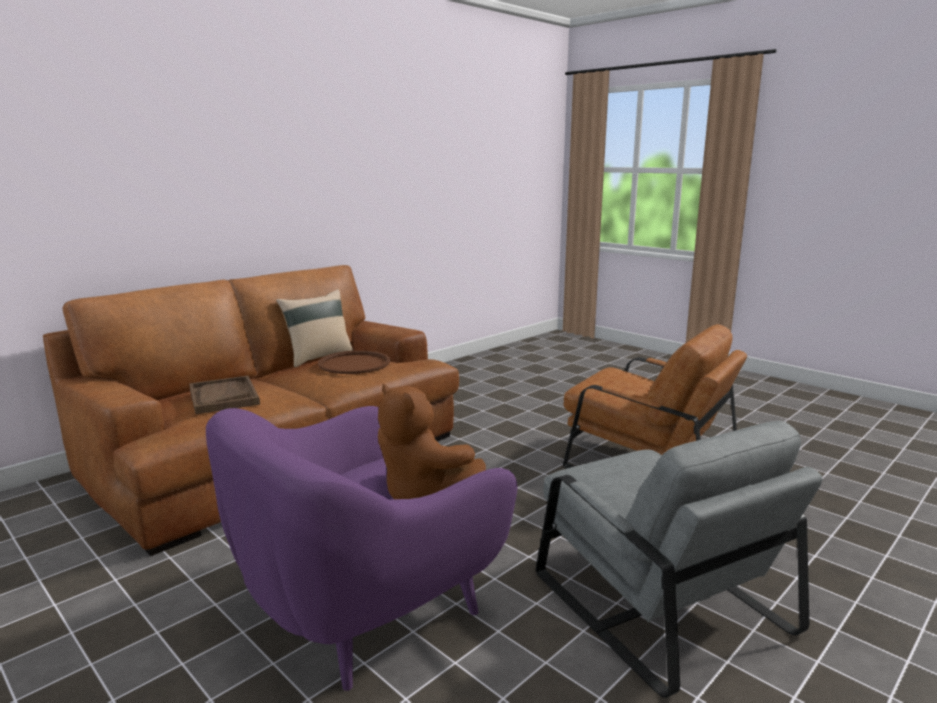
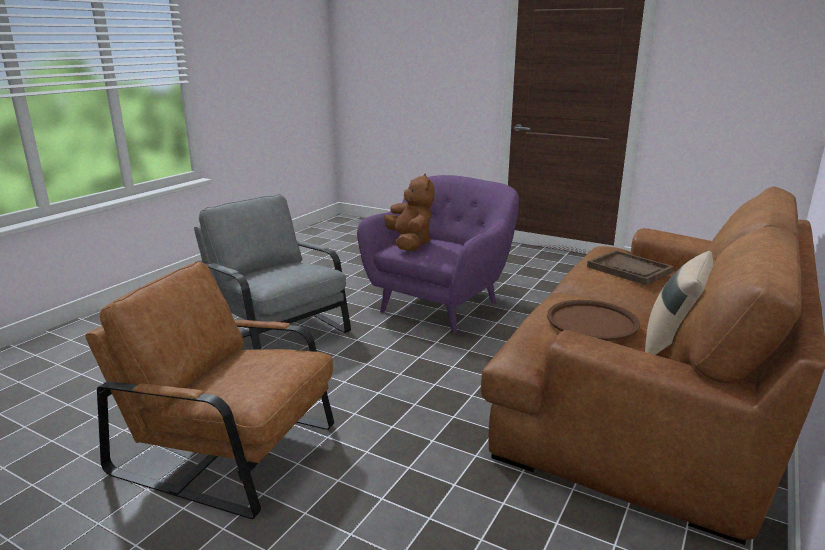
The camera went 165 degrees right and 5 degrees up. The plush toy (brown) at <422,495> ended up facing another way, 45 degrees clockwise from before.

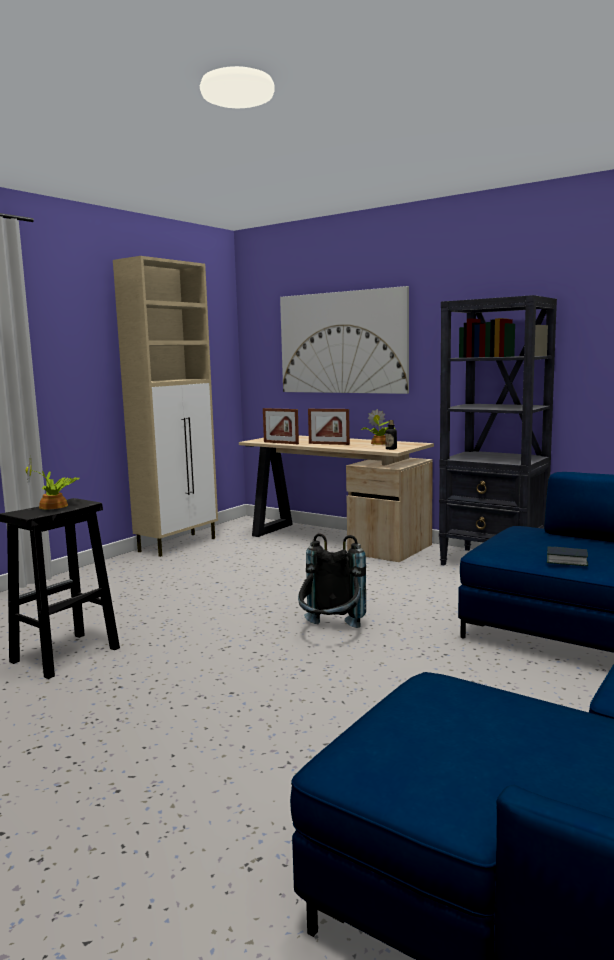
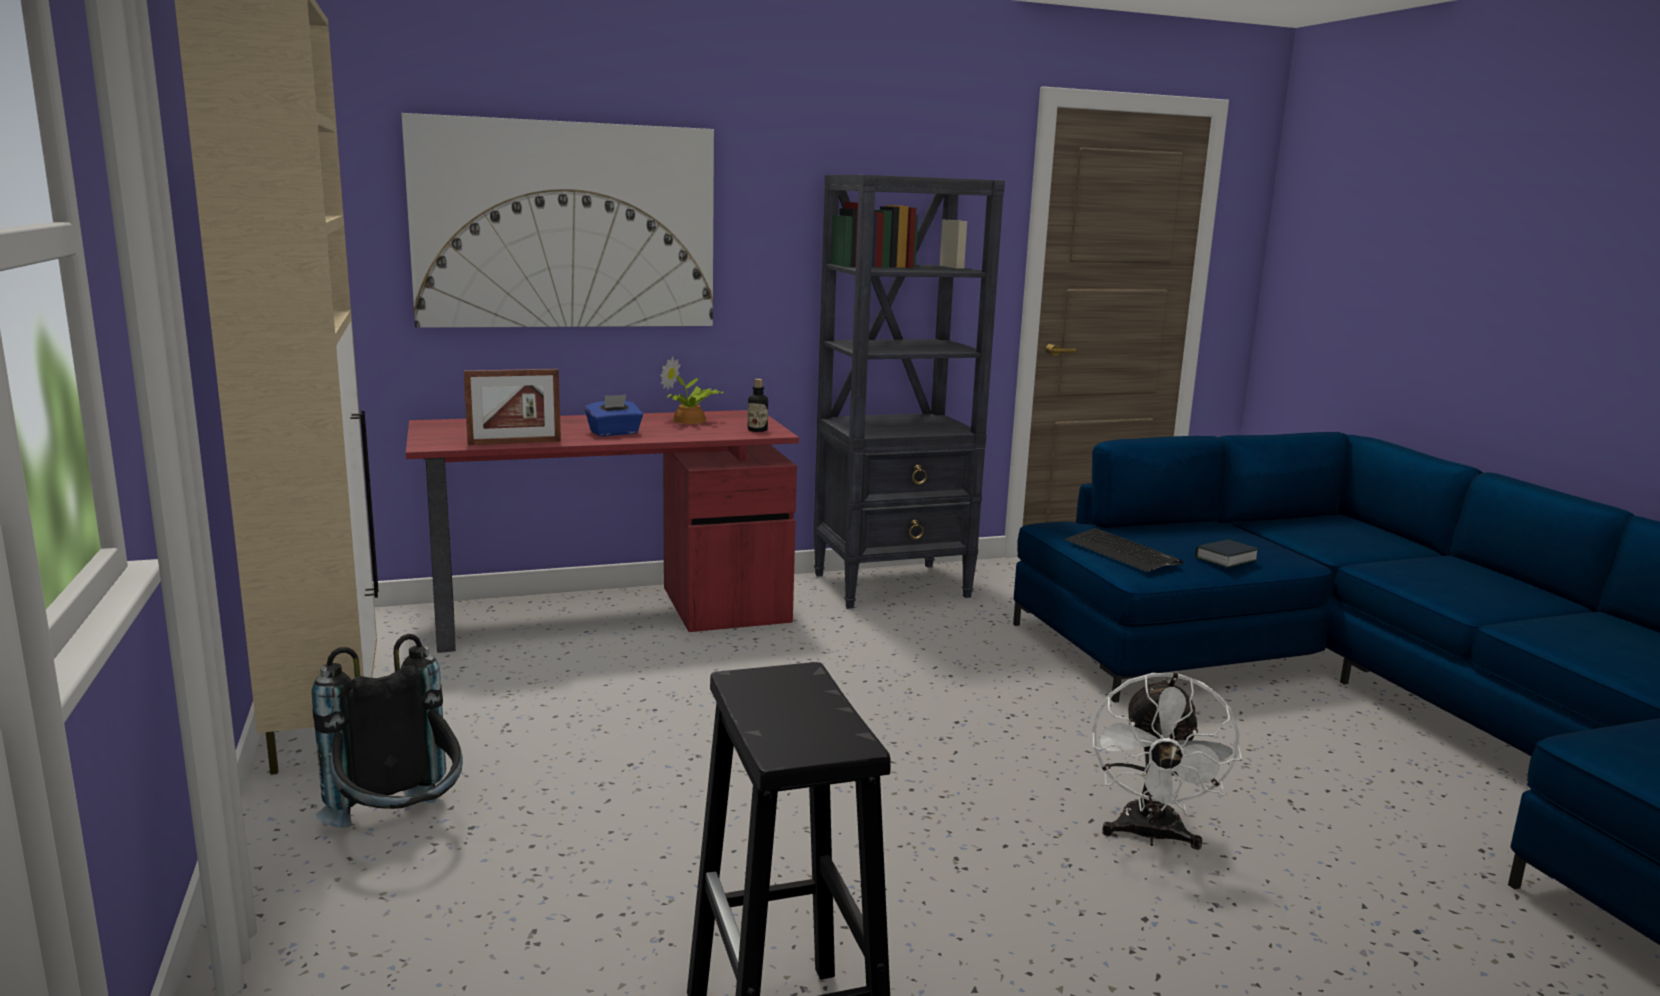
The camera went 55 degrees left and 5 degrees up. Where the picture frame stood at <329,444>, the tissue box (blue) came to stand at <614,433>. What was the desk (beige) at <335,540> turned into the desk (red) at <606,614>. The second view lost the potted plant at <55,506>. The backpack (black) ended up elsewhere, having gone from <331,633> to <400,830>. The second view gained the keyboard at <1122,552>. The second view gained the fan (white) at <1150,836>.

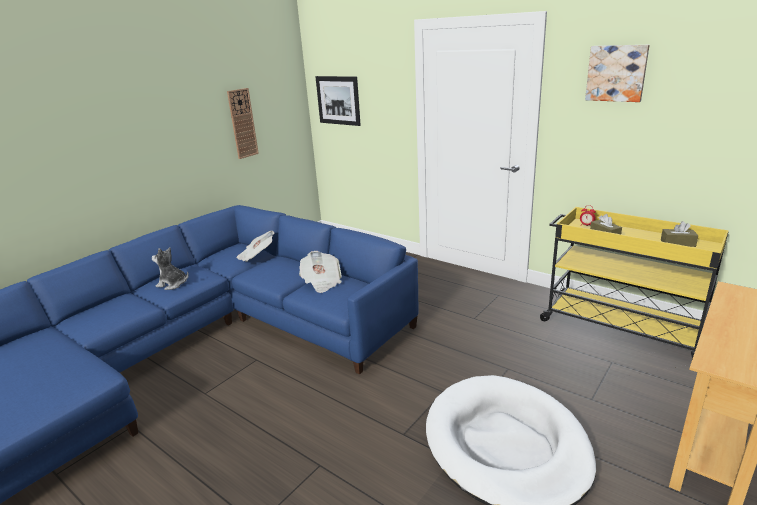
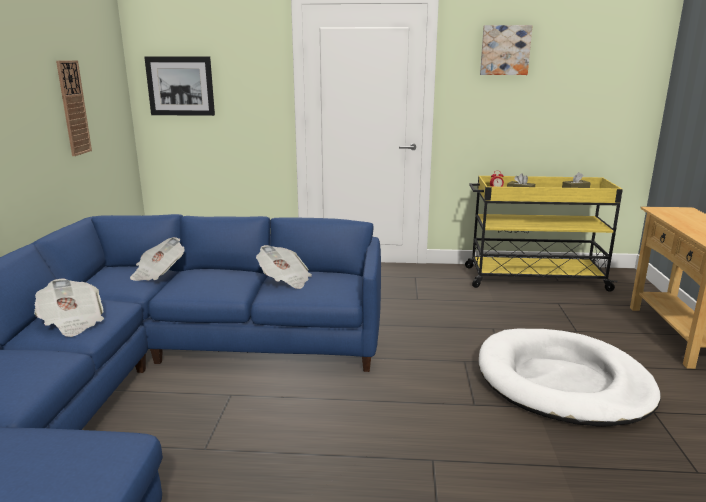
The camera went 35 degrees left and 5 degrees down. Where the plush toy stood at <173,284>, the newspaper came to stand at <72,322>.

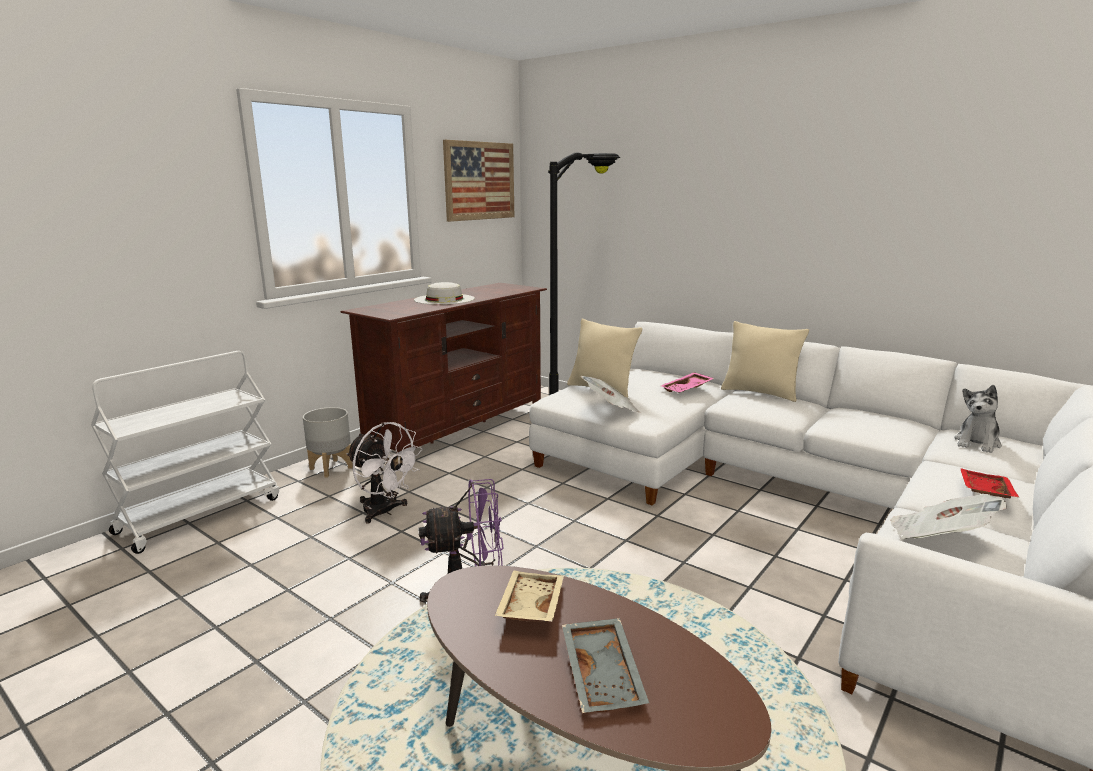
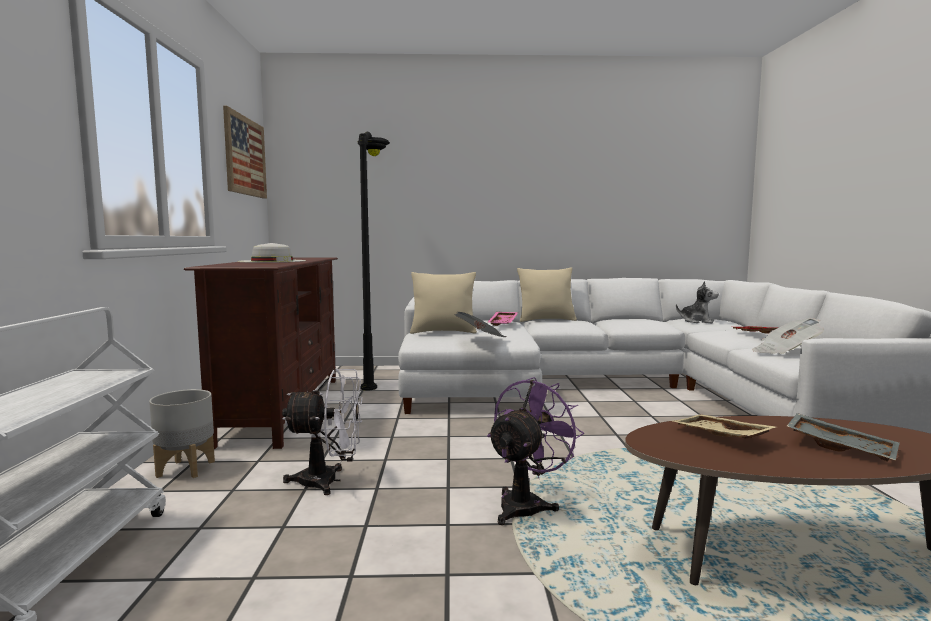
The camera went 40 degrees left and 10 degrees down. The plush toy at <977,443> ended up facing another way, 60 degrees counterclockwise from before.

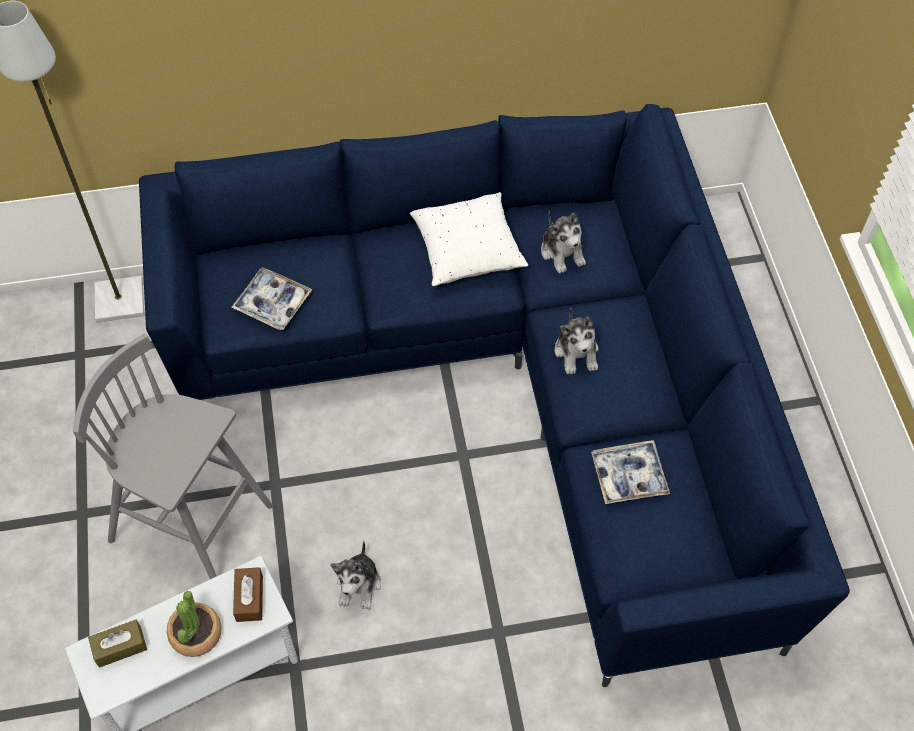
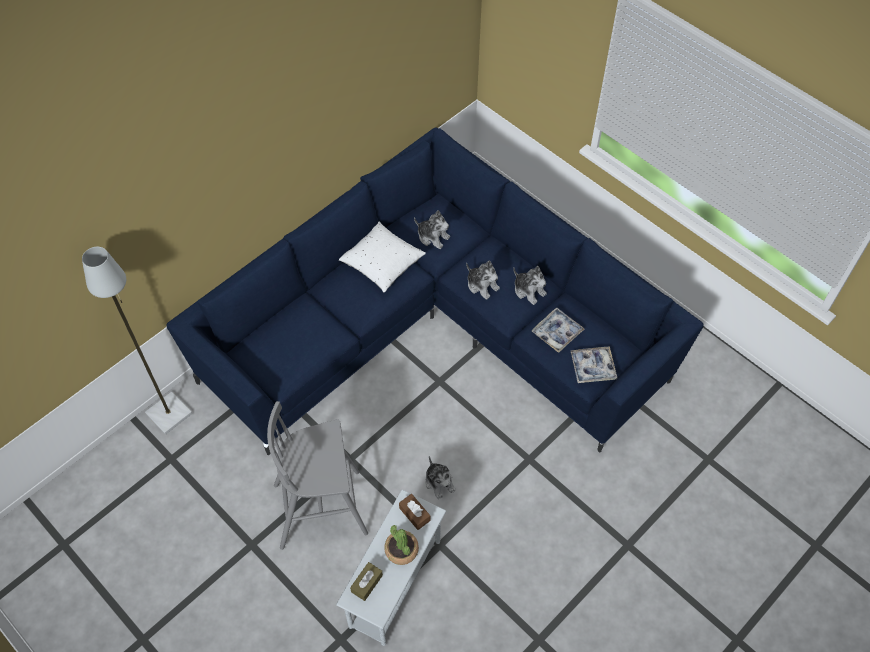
The camera went 35 degrees left and 0 degrees up. The tray ended up elsewhere, having gone from <272,303> to <592,367>. The second view gained the plush toy at <529,290>.

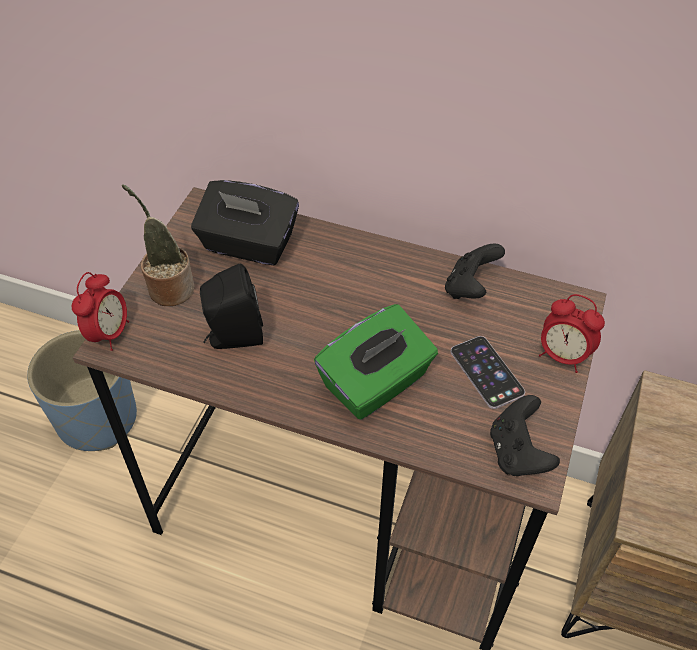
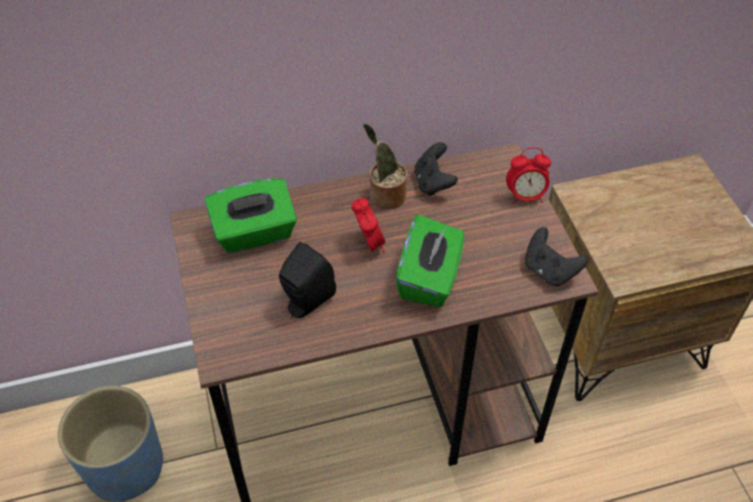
The camera went 35 degrees left and 0 degrees up. What was the tissue box (black) at <248,245> turned into the tissue box (green) at <255,233>. The potted plant ended up elsewhere, having gone from <168,288> to <385,196>. The alarm clock ended up elsewhere, having gone from <109,333> to <369,244>. The second view lost the phone at <486,372>.

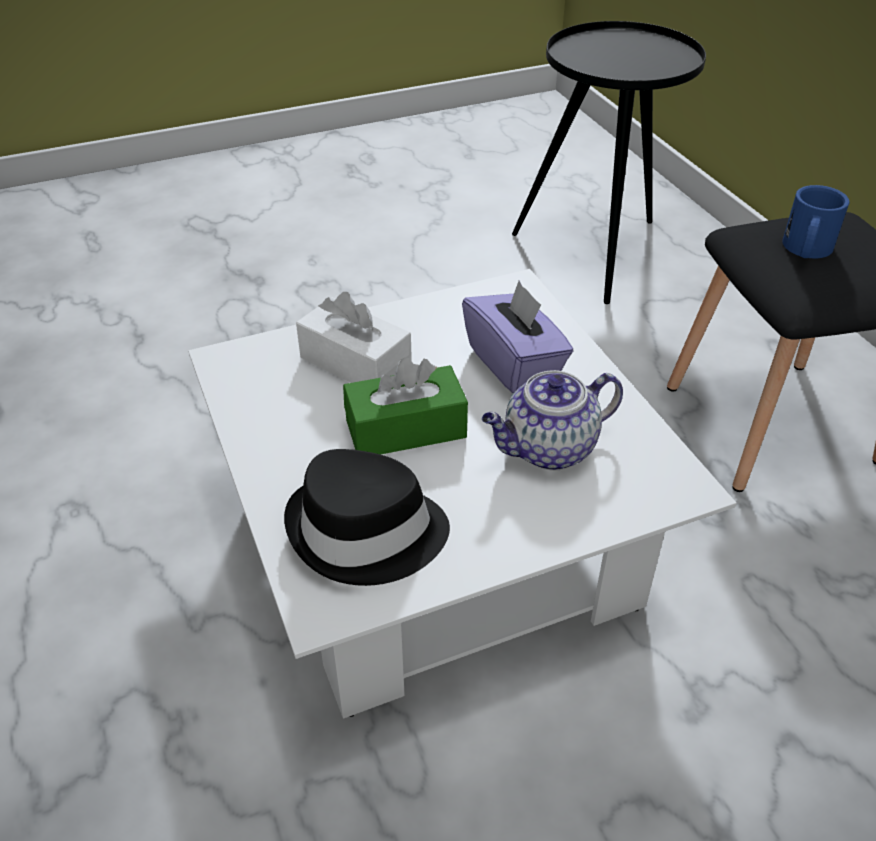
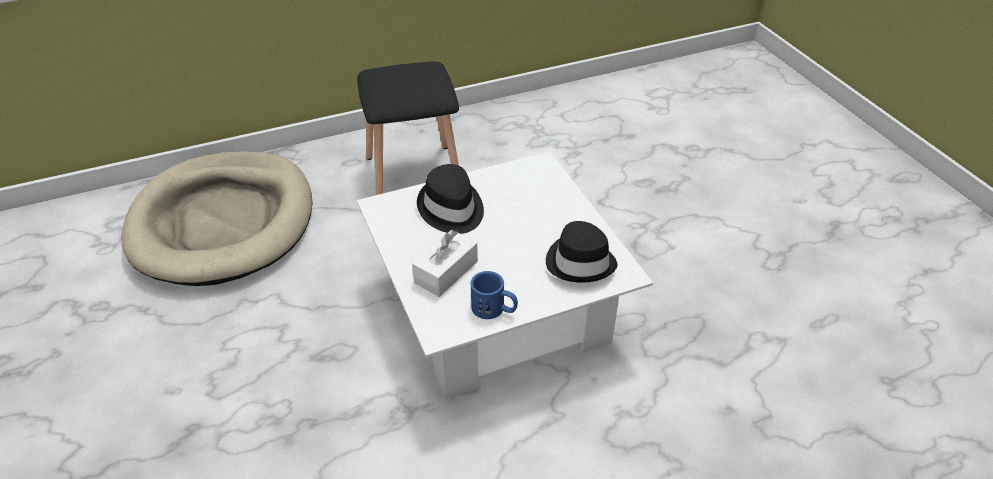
The camera went 90 degrees left and 0 degrees up. Where the side table (black) stood at <598,251>, the dog bed (beige) came to stand at <223,222>. The mug (blue) ended up elsewhere, having gone from <805,251> to <494,309>. Where the tissue box (purple) stood at <514,363>, the hat (black) came to stand at <451,209>. The second view lost the tissue box (green) at <406,429>. The second view lost the teapot at <548,449>.

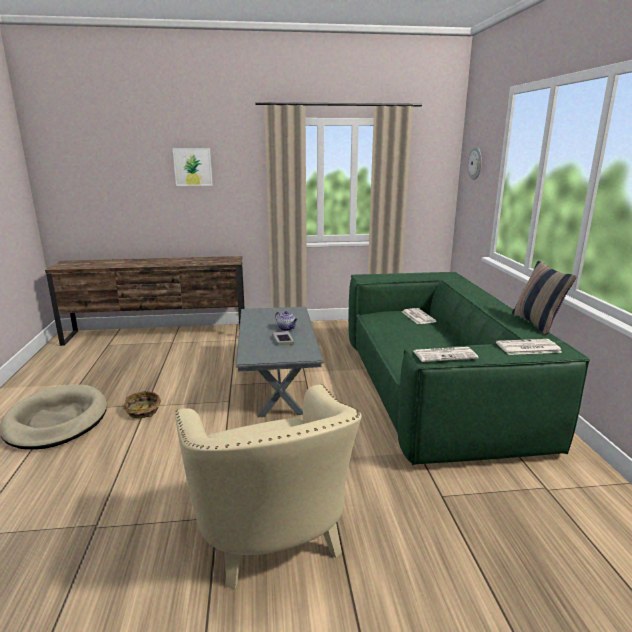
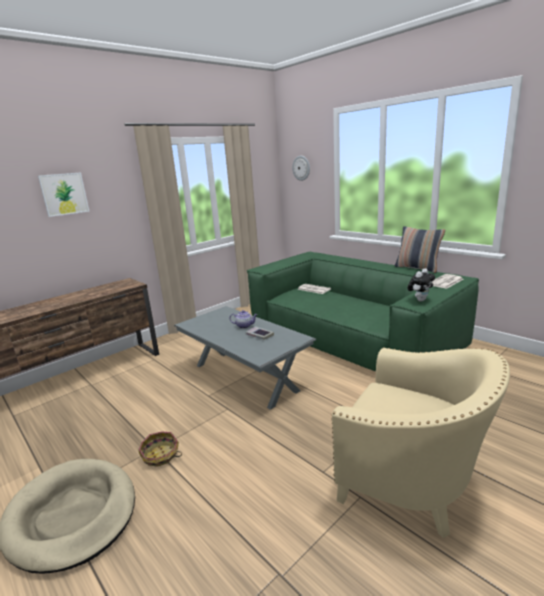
The camera went 35 degrees left and 0 degrees up. Where the newspaper stood at <445,355>, the plush toy came to stand at <420,300>.

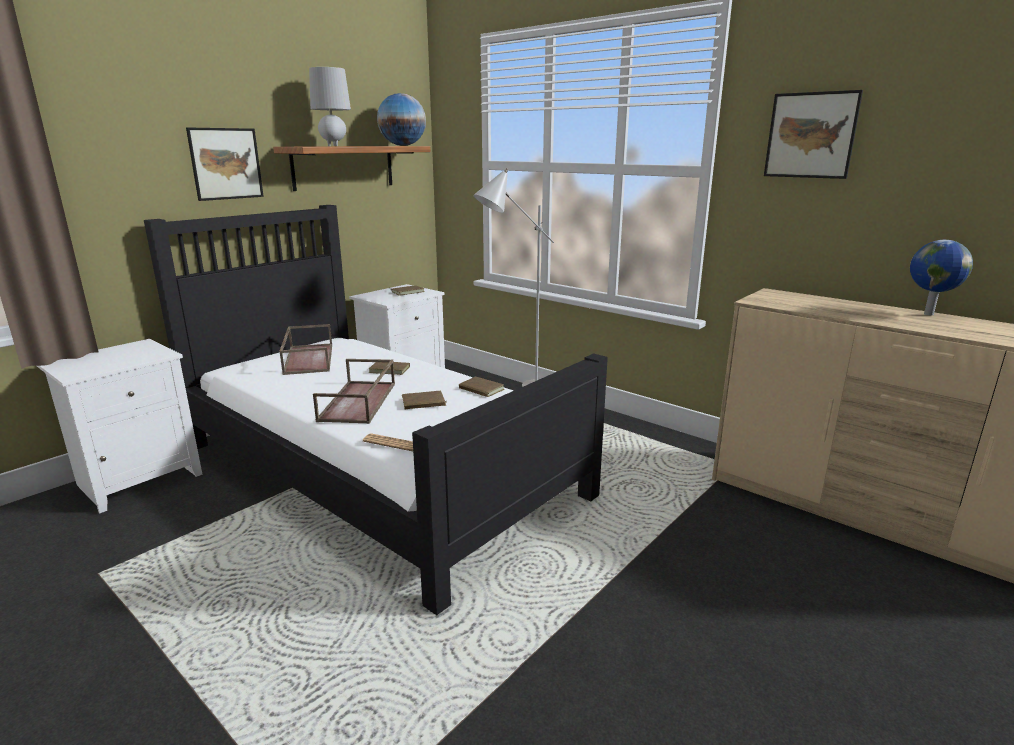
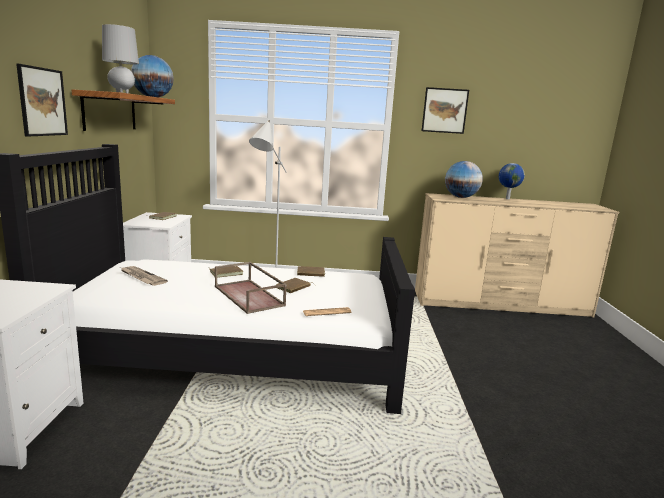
The camera went 40 degrees left and 5 degrees down. Where the tray (brown) stood at <308,358>, the newspaper came to stand at <141,277>. The second view gained the globe at <461,197>.

